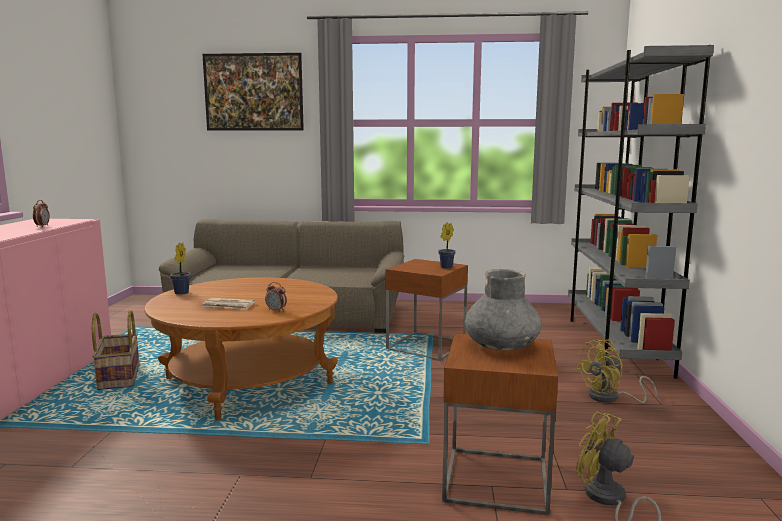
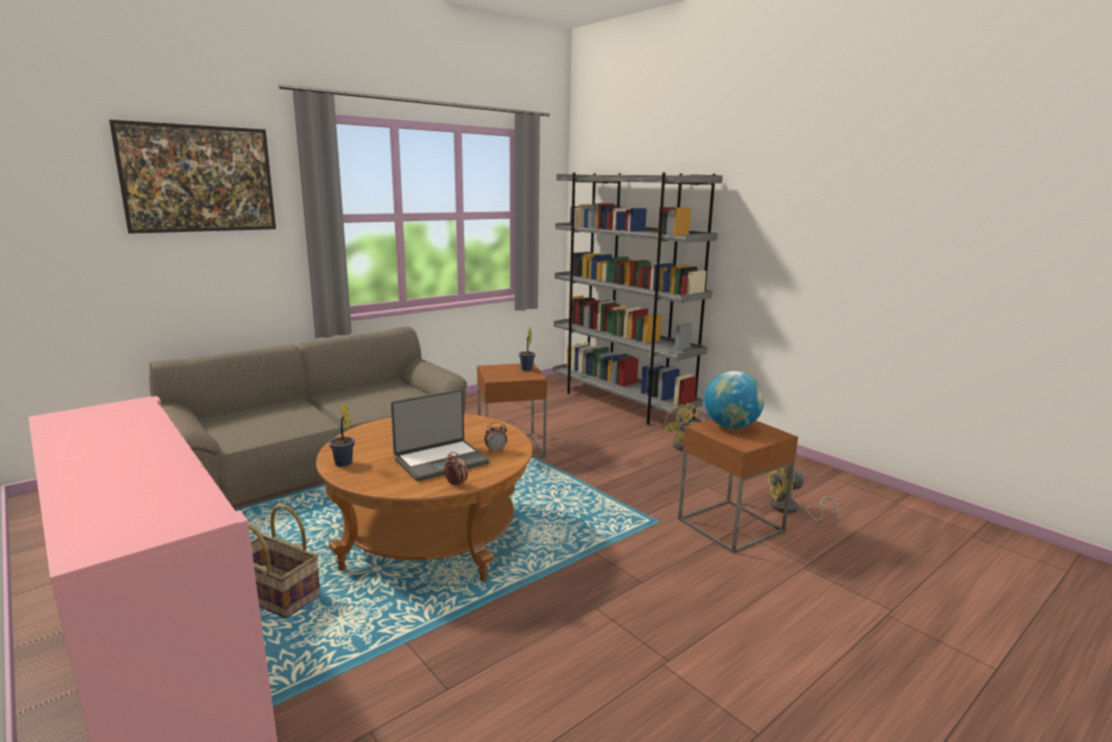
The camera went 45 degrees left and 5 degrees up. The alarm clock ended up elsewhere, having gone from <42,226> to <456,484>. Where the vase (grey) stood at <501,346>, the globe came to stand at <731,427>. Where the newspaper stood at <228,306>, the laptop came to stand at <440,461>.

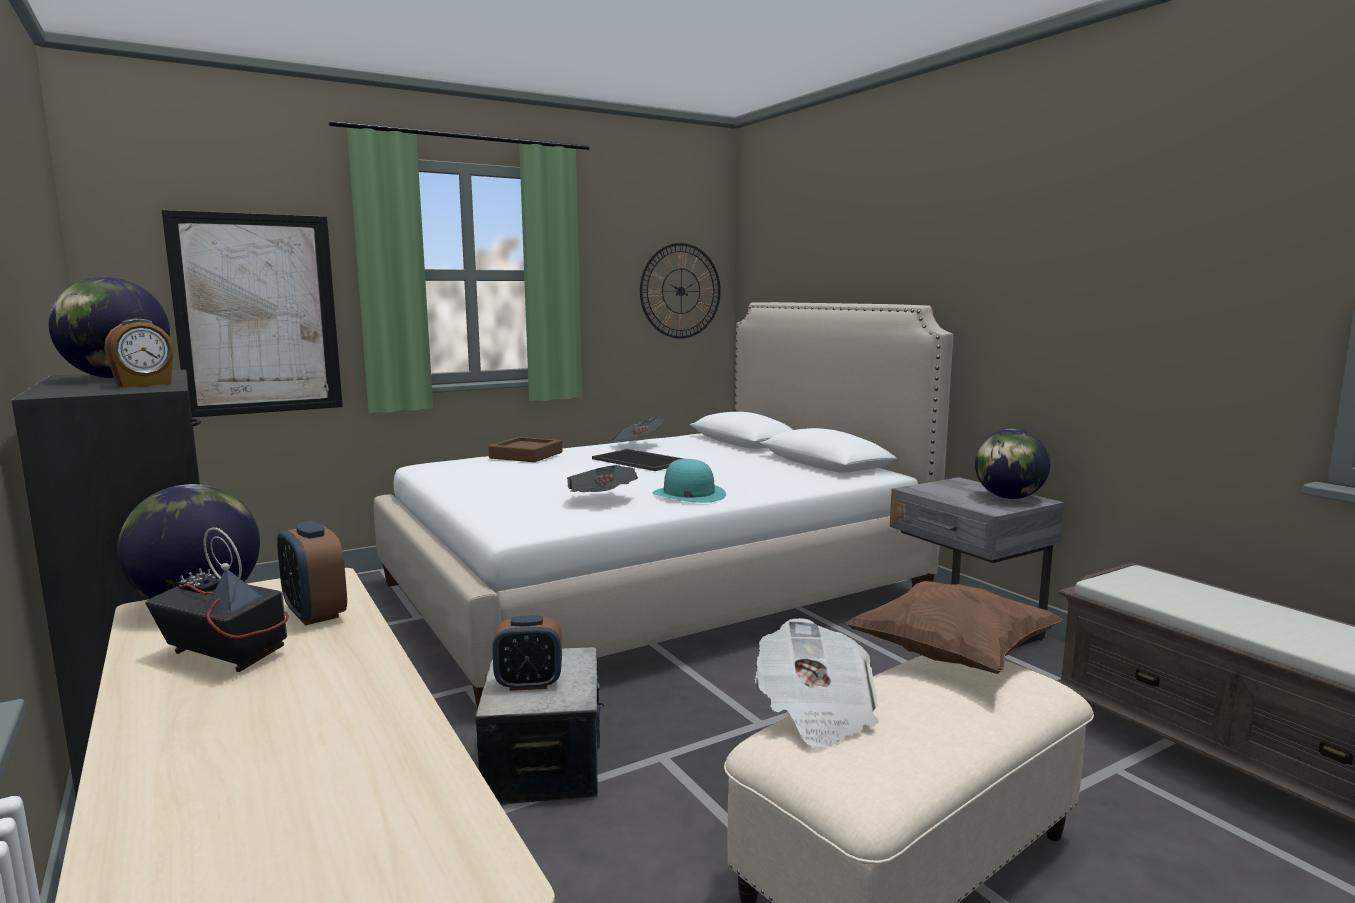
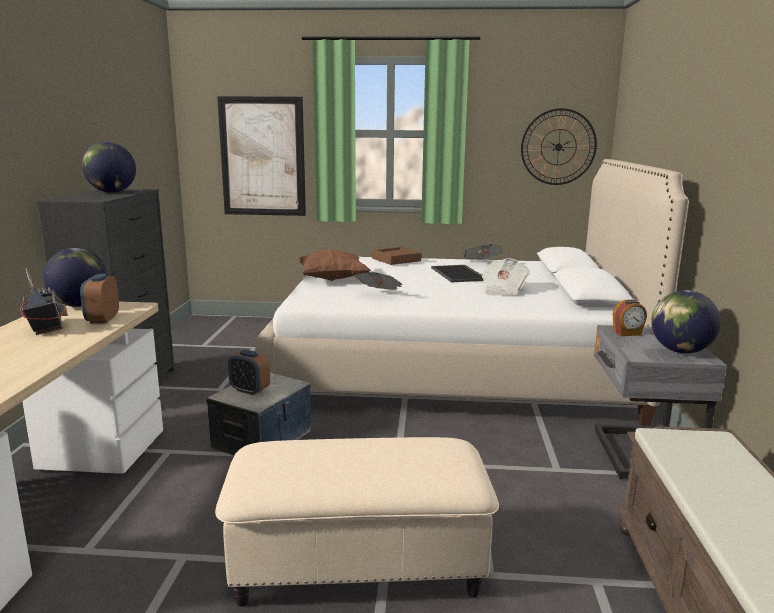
The camera went 35 degrees right and 5 degrees up. The alarm clock ended up elsewhere, having gone from <144,384> to <627,333>. The second view lost the hat (turquoise) at <688,494>. The pillow (brown) ended up elsewhere, having gone from <951,656> to <332,279>. The newspaper ended up elsewhere, having gone from <815,713> to <502,290>.

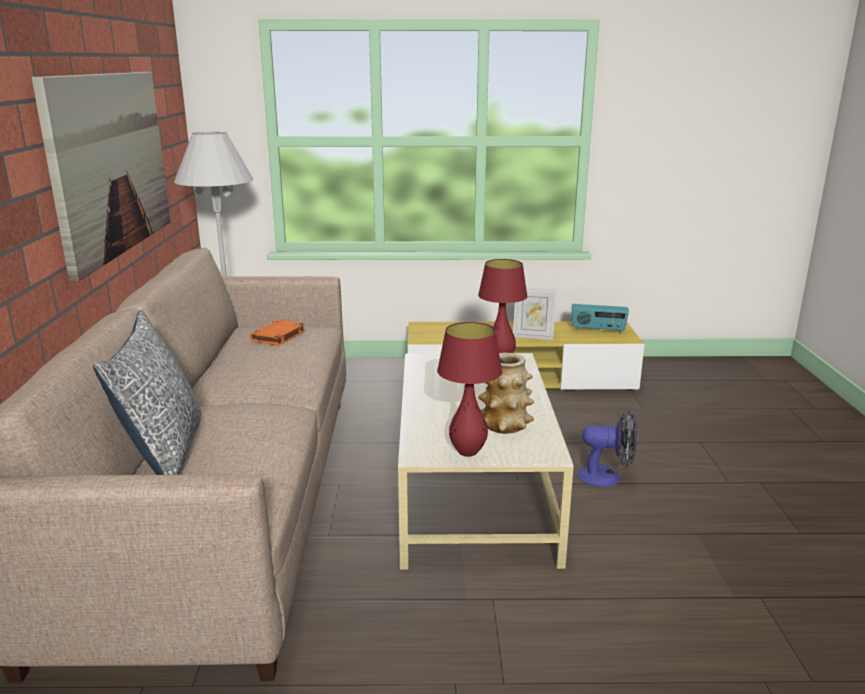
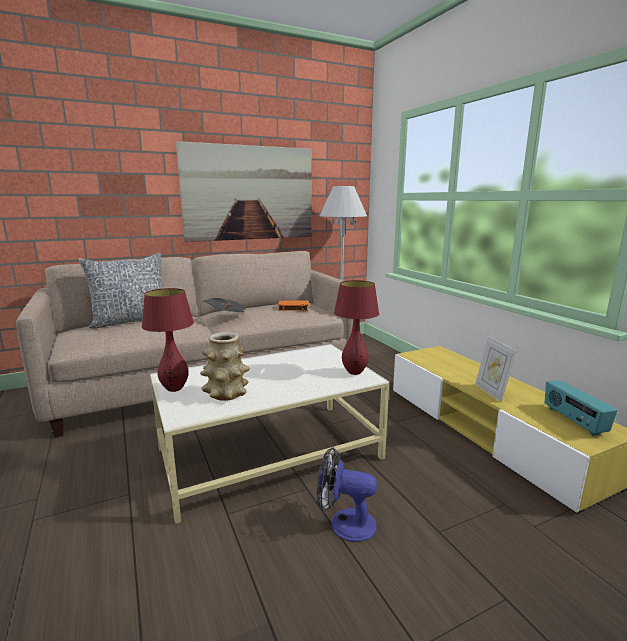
The camera went 65 degrees right and 5 degrees down. The fan at <607,477> ended up facing another way, 120 degrees clockwise from before. The second view gained the newspaper at <228,317>.

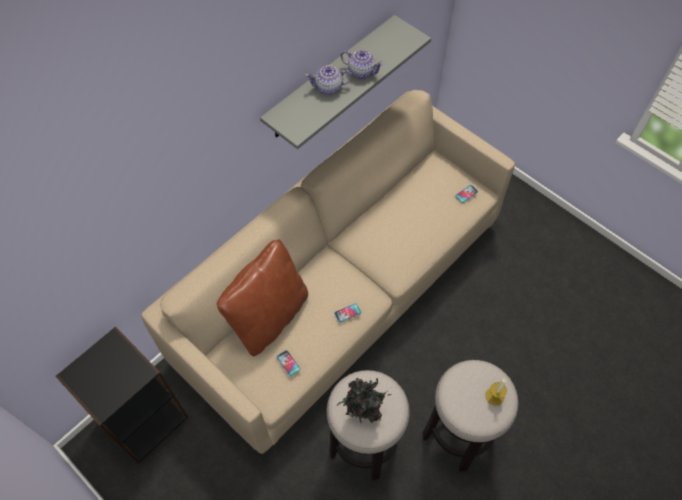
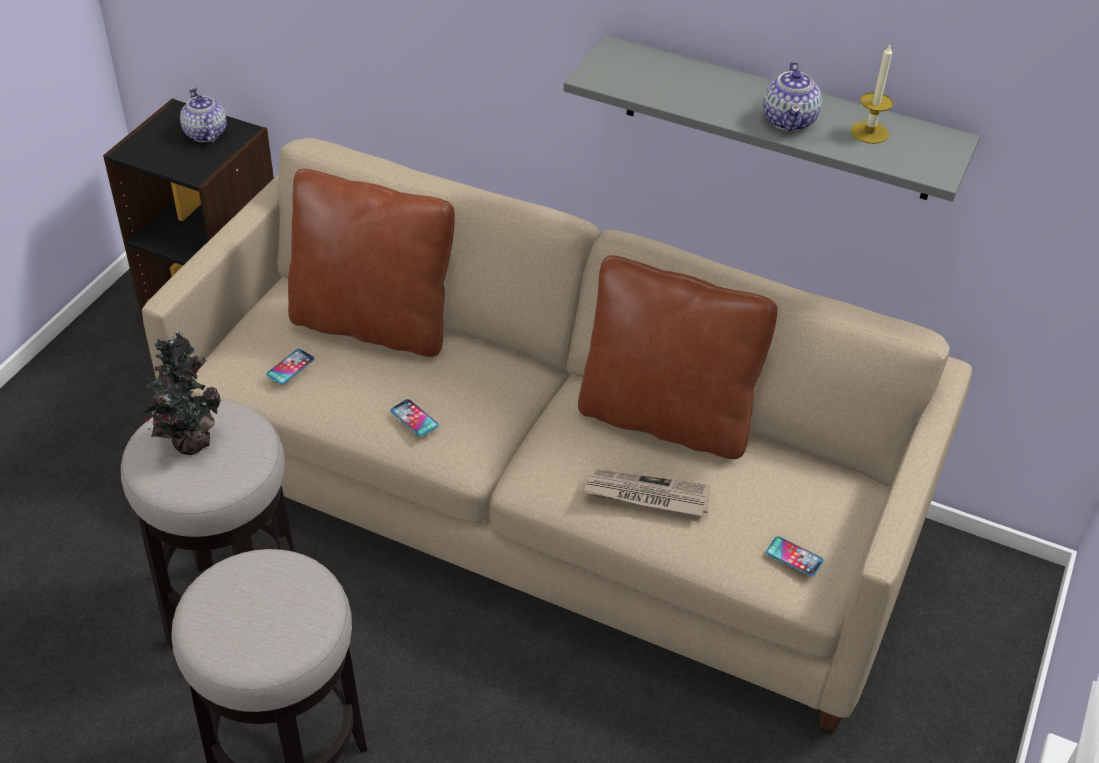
The camera went 70 degrees right and 15 degrees down. The teapot ended up elsewhere, having gone from <329,88> to <205,134>. The candle ended up elsewhere, having gone from <494,396> to <869,132>. The second view gained the pillow (brown) at <666,418>. The second view gained the newspaper at <646,495>.

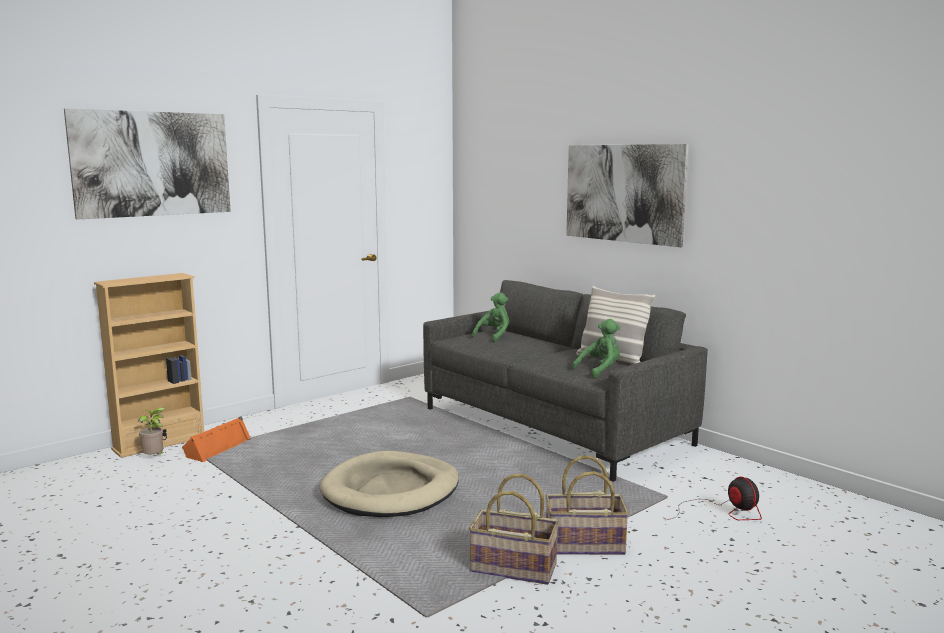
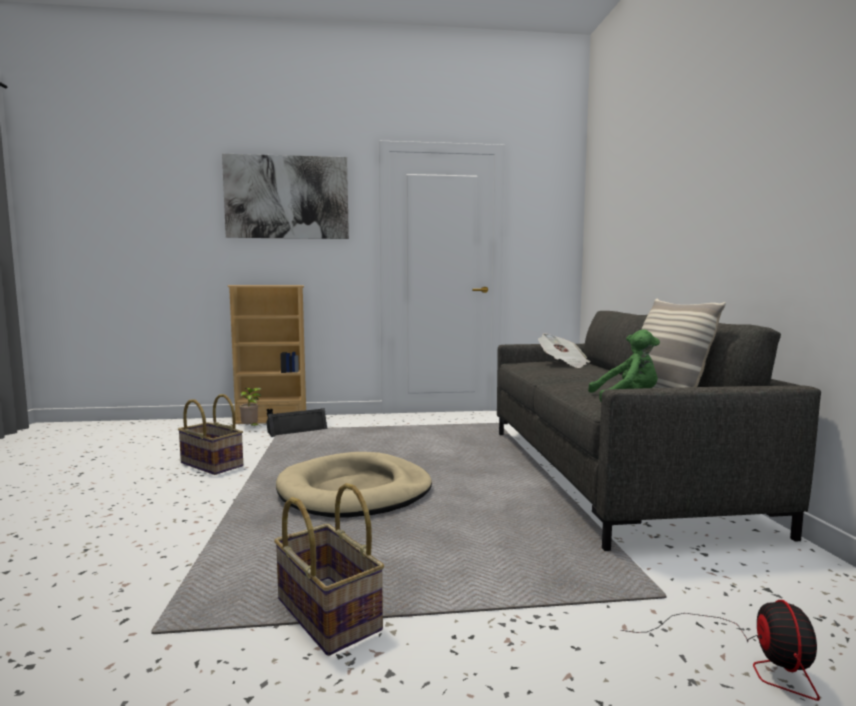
The camera went 35 degrees right and 5 degrees down. The second view lost the picture at <623,193>. Where the plush toy (green) stood at <494,336>, the newspaper came to stand at <563,364>. What was the speaker (orange) at <217,448> turned into the speaker (black) at <297,430>. The basket ended up elsewhere, having gone from <584,545> to <210,465>.

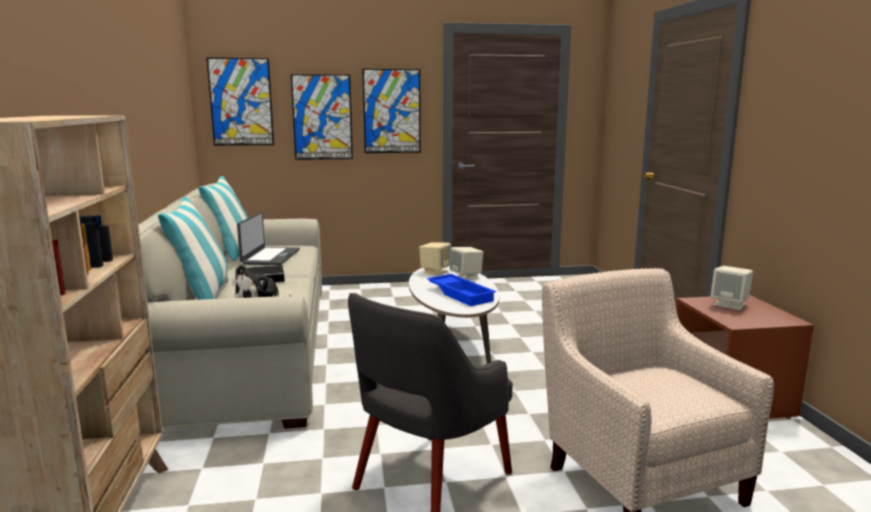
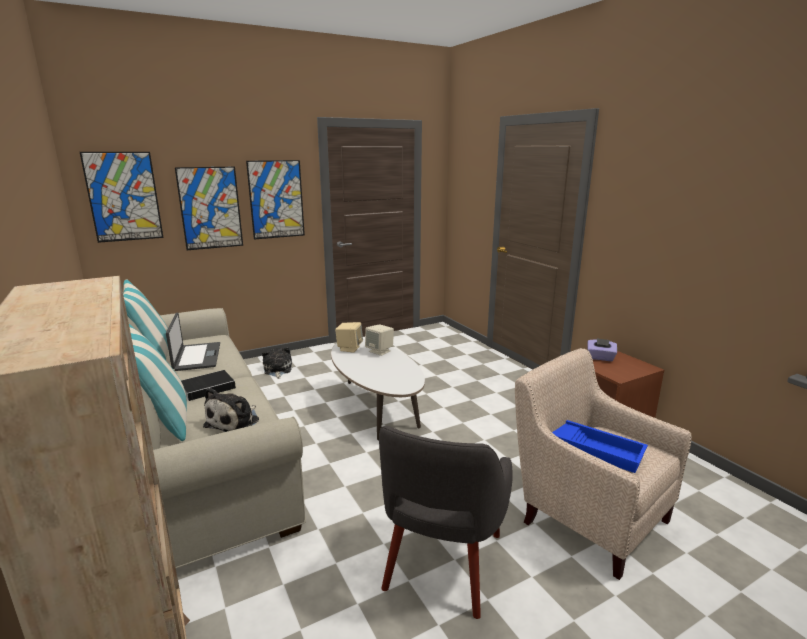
The camera went 20 degrees left and 5 degrees up. Where the speaker (beige) stood at <729,304>, the tissue box (purple) came to stand at <600,358>. The tray (blue) ended up elsewhere, having gone from <461,294> to <594,448>. The second view gained the plush toy at <277,370>.

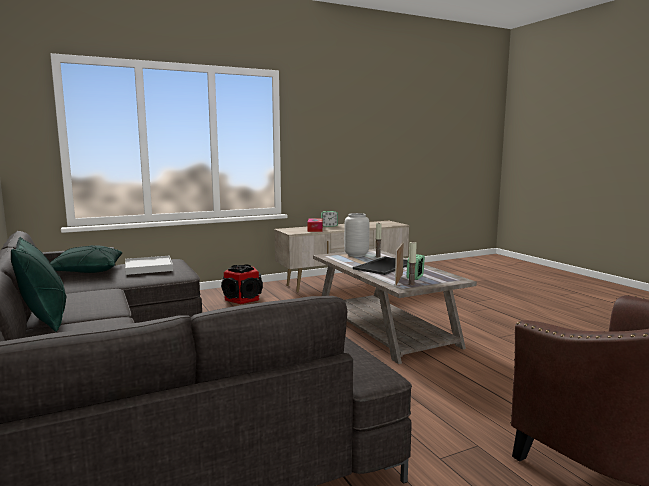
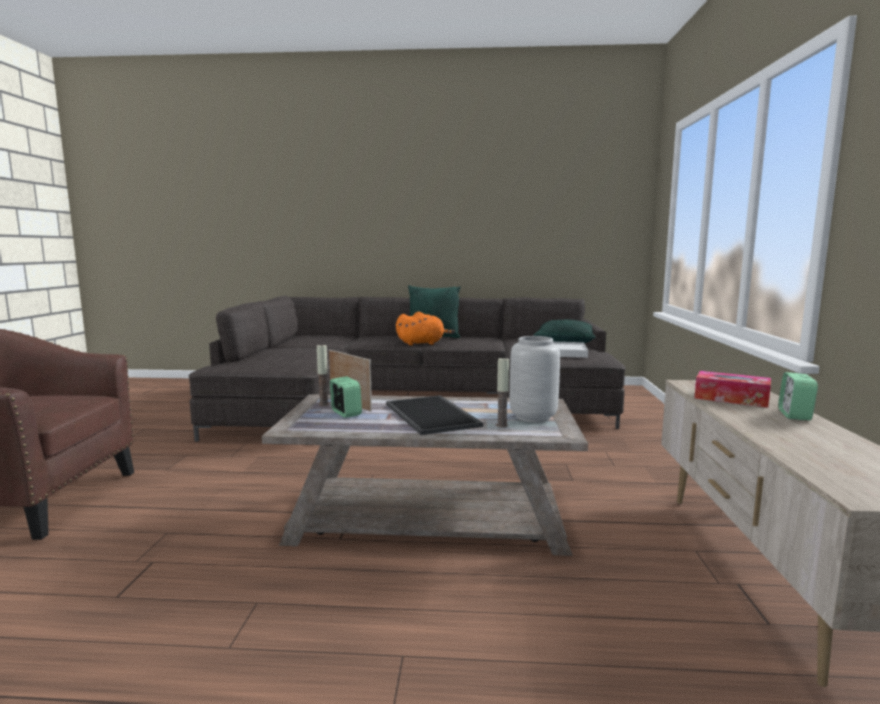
The camera went 120 degrees right and 0 degrees up. The second view lost the speaker at <243,299>. The second view gained the plush toy (orange) at <422,343>.

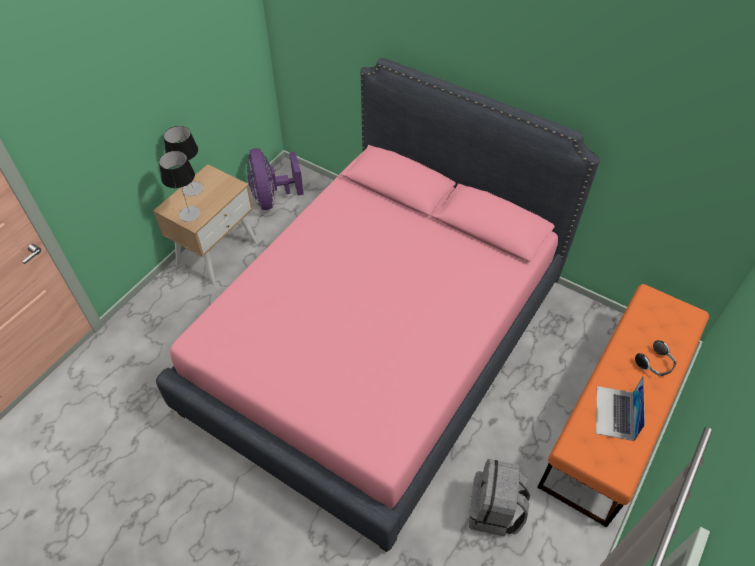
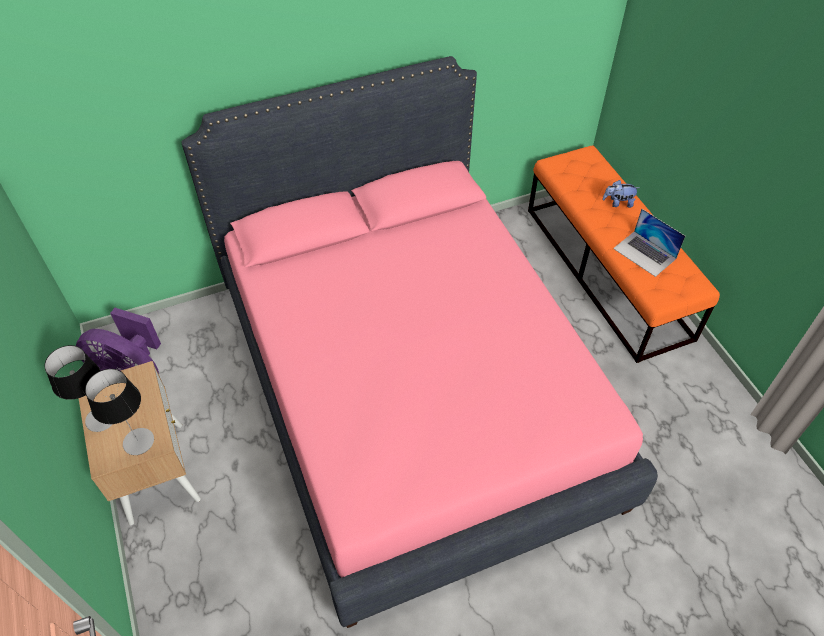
The camera went 55 degrees left and 0 degrees up. Where the headphones stood at <655,364>, the plush toy came to stand at <618,203>. The second view lost the backpack (grey) at <494,511>.

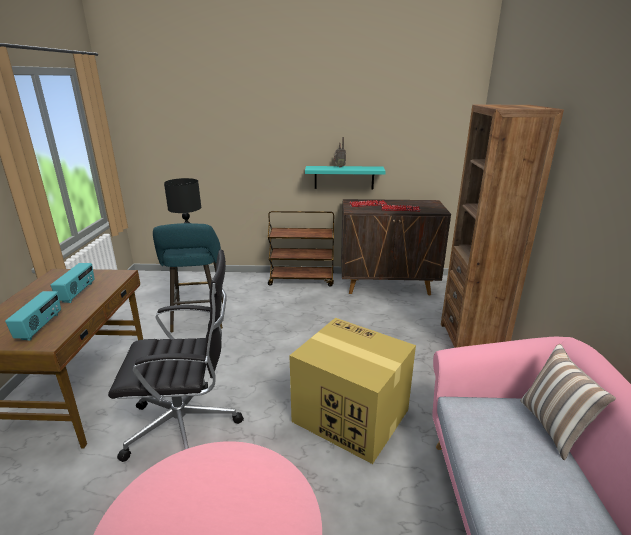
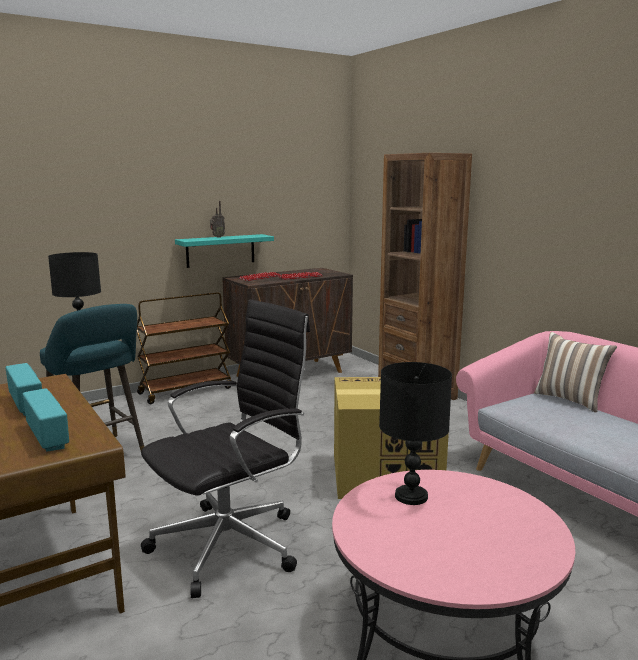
The camera went 35 degrees left and 10 degrees down. The second view gained the table lamp (black) at <410,496>.

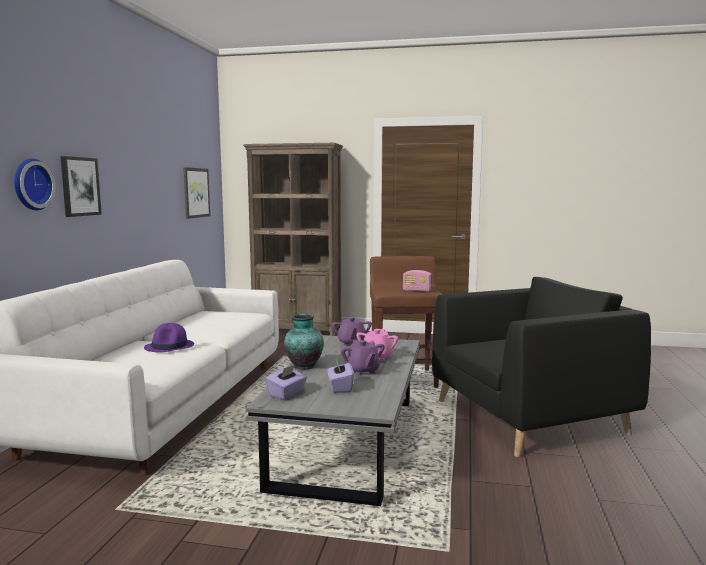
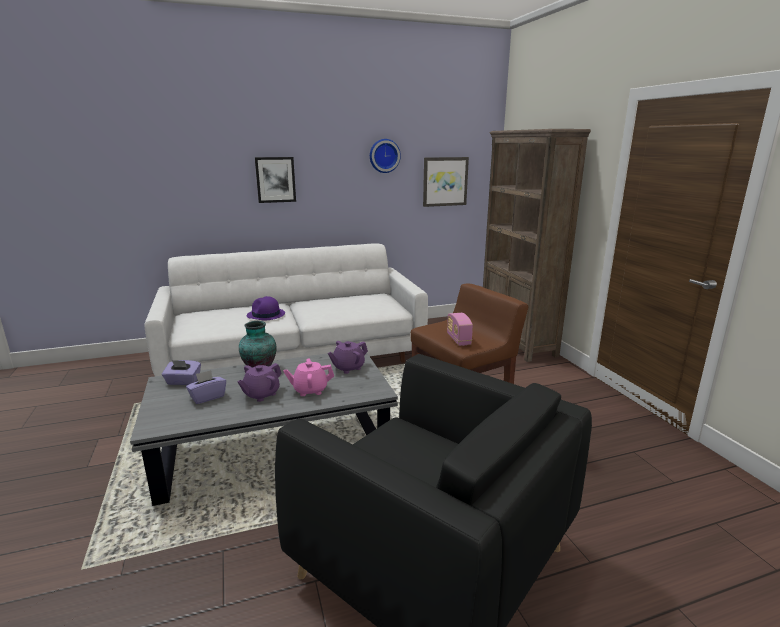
The camera went 60 degrees right and 10 degrees up. The wall clock ended up elsewhere, having gone from <30,184> to <384,156>.

